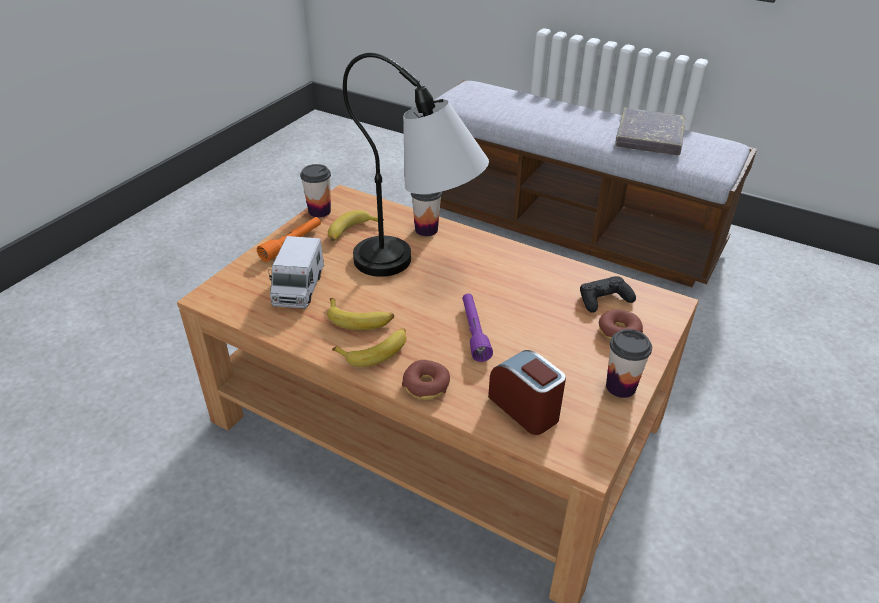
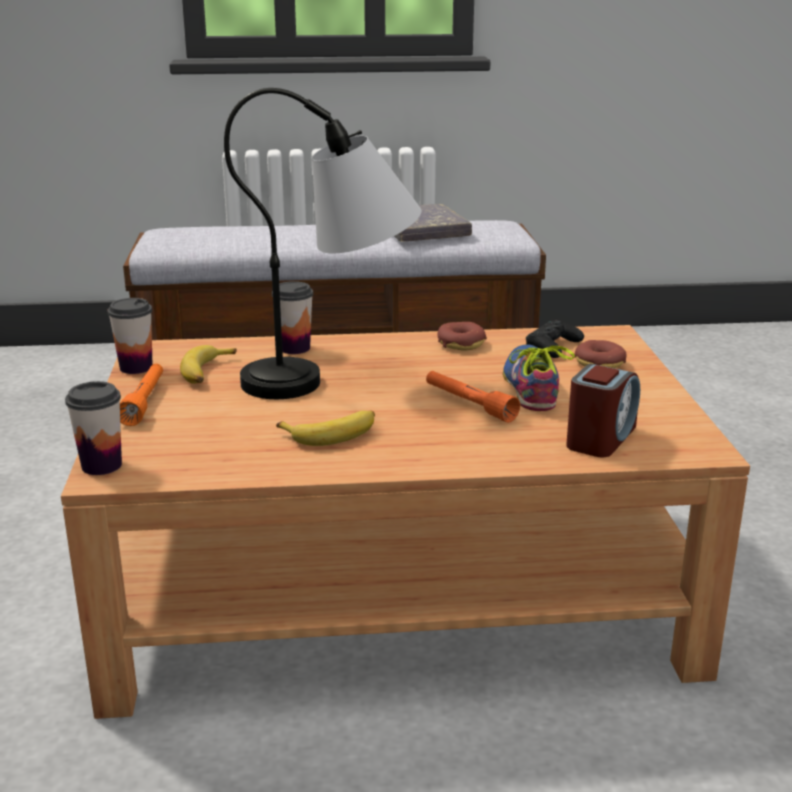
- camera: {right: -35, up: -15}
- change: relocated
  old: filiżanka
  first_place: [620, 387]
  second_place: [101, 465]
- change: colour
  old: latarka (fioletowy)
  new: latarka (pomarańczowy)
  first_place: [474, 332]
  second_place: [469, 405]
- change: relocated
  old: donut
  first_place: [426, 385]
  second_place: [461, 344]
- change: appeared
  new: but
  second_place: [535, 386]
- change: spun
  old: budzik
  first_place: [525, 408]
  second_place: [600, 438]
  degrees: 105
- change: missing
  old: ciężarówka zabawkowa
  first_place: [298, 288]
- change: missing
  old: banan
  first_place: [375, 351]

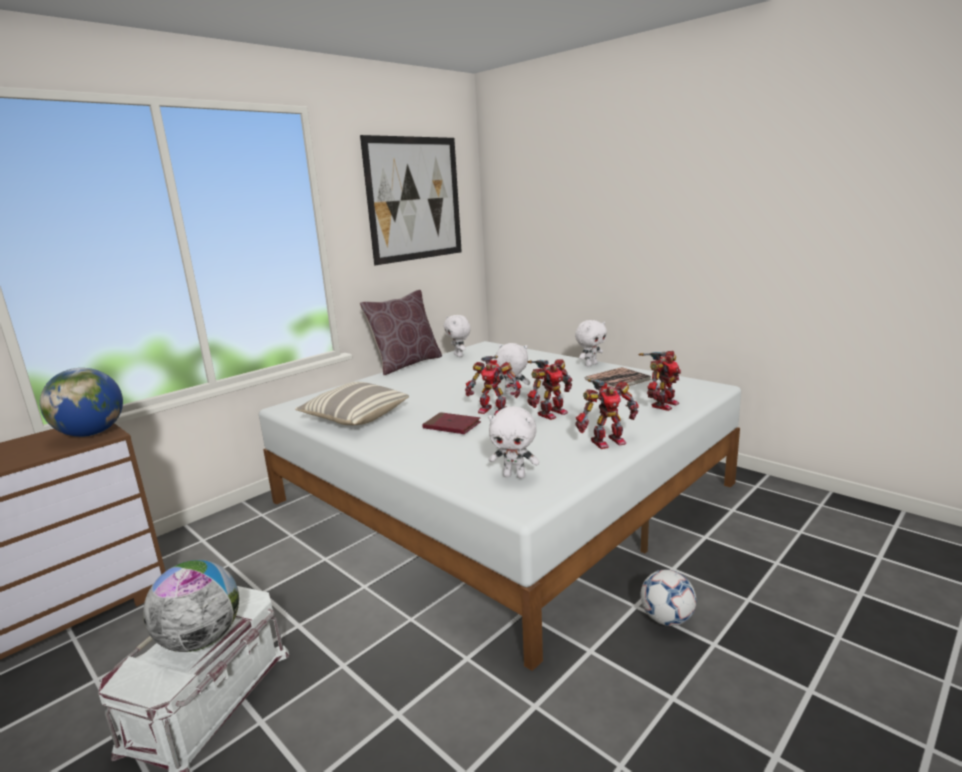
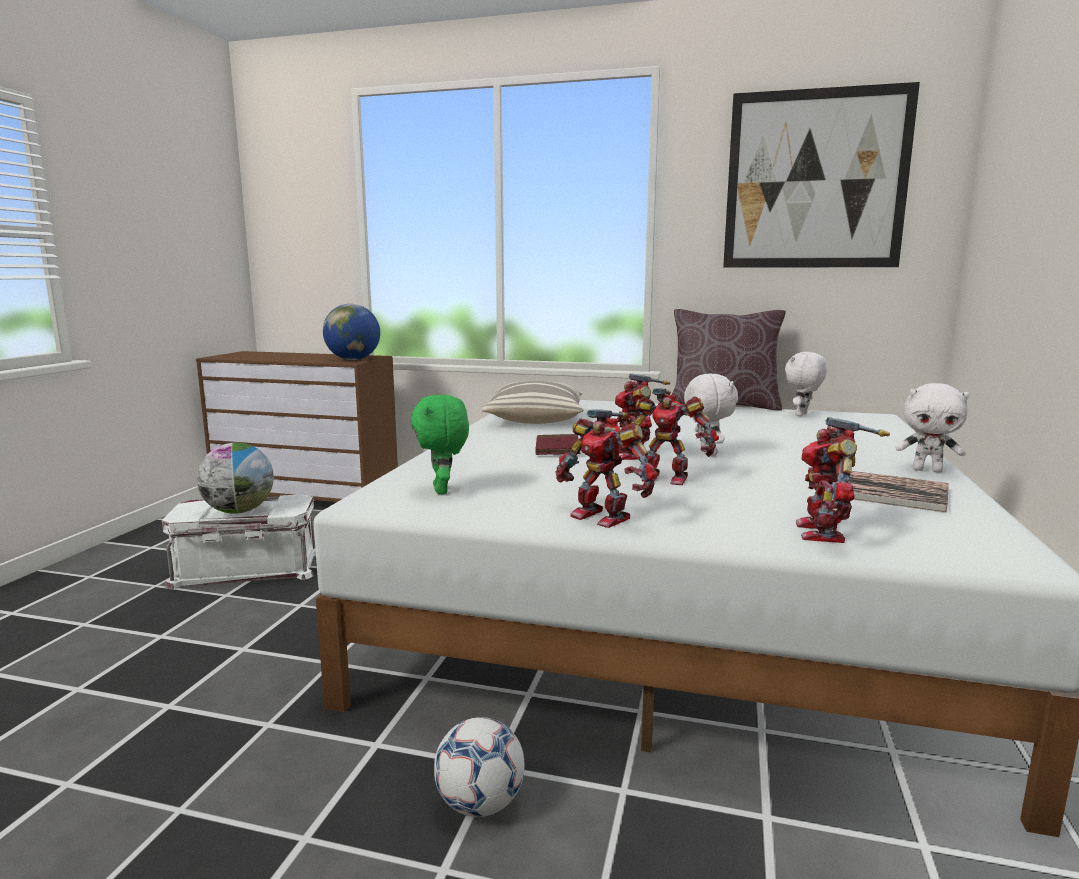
- camera: {right: 60, up: -5}
- change: colour
  old: pluszak (biały)
  new: pluszak (zielony)
  first_place: [515, 476]
  second_place: [443, 490]
- change: spun
  old: robot zabawkowy
  first_place: [662, 404]
  second_place: [824, 532]
  degrees: 90

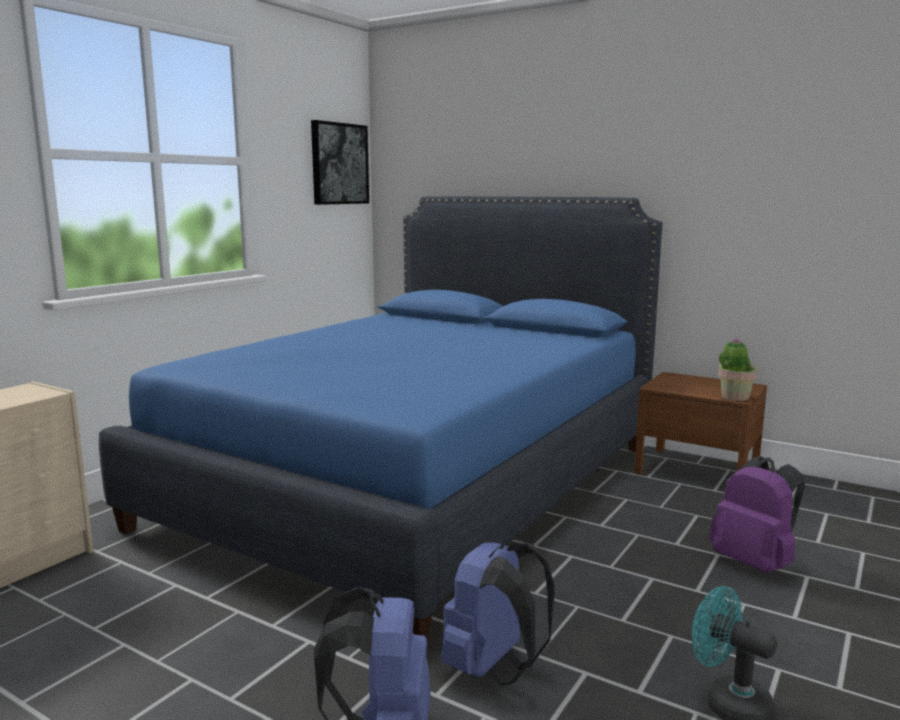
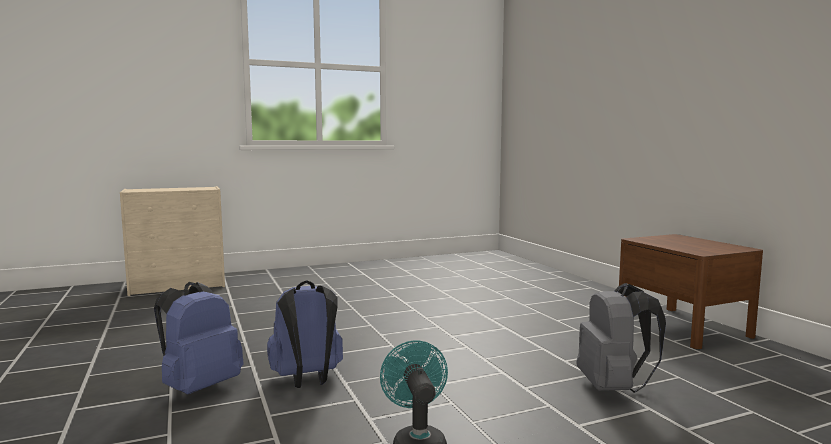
- camera: {right: 35, up: -5}
- change: colour
  old: plecak (fioletowy)
  new: plecak (szary)
  first_place: [755, 563]
  second_place: [613, 388]
- change: missing
  old: łóżko (niebieski)
  first_place: [417, 484]
- change: missing
  old: obraz
  first_place: [339, 164]
- change: missing
  old: roślina doniczkowa
  first_place: [734, 397]

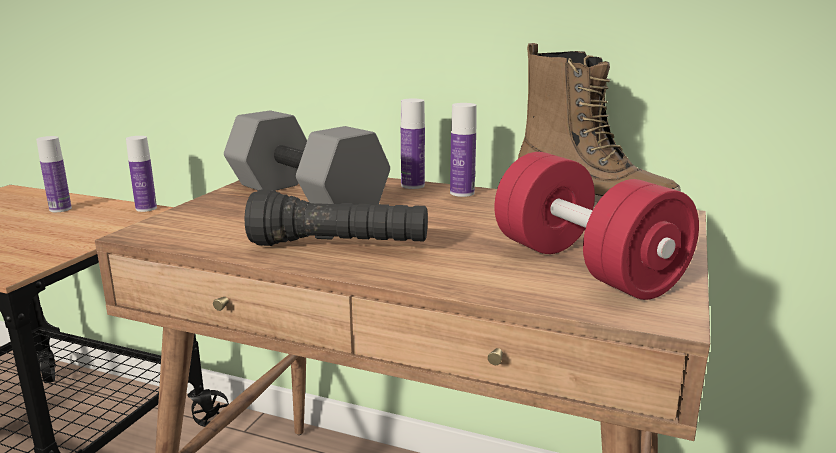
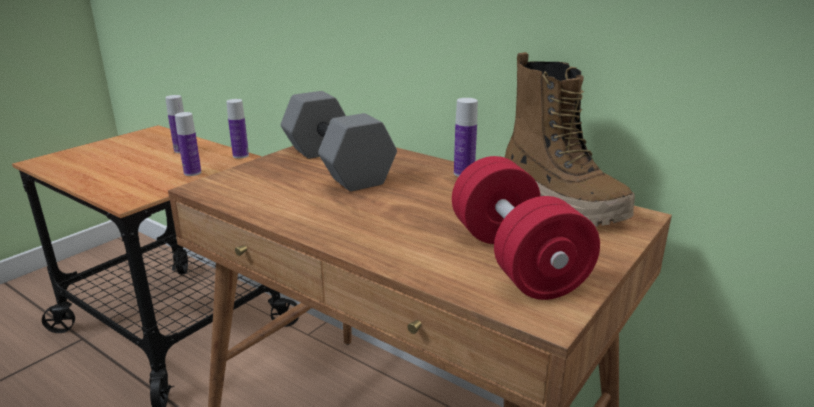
- camera: {right: 15, up: 5}
- change: relocated
  old: butelka
  first_place: [412, 185]
  second_place: [192, 173]
- change: missing
  old: latarka (czarny)
  first_place: [339, 246]

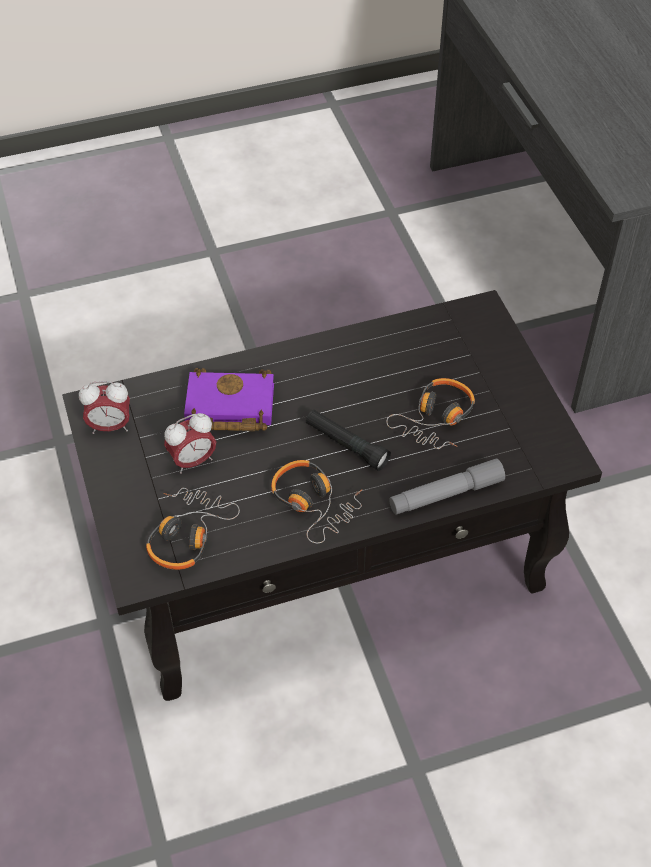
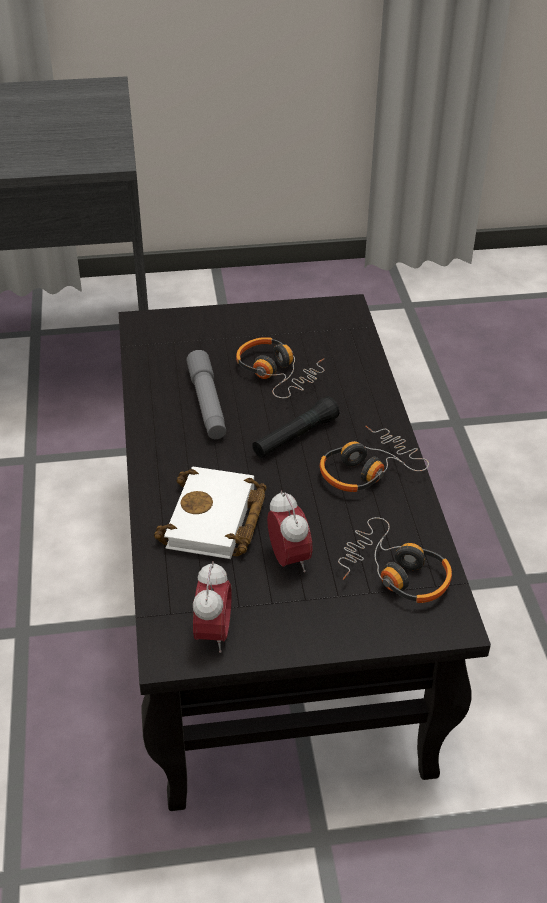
- camera: {right: -80, up: -10}
- change: colour
  old: książka (fioletowy)
  new: książka (biały)
  first_place: [227, 408]
  second_place: [215, 522]
- change: relocated
  old: latarka (szary)
  first_place: [446, 494]
  second_place: [207, 403]

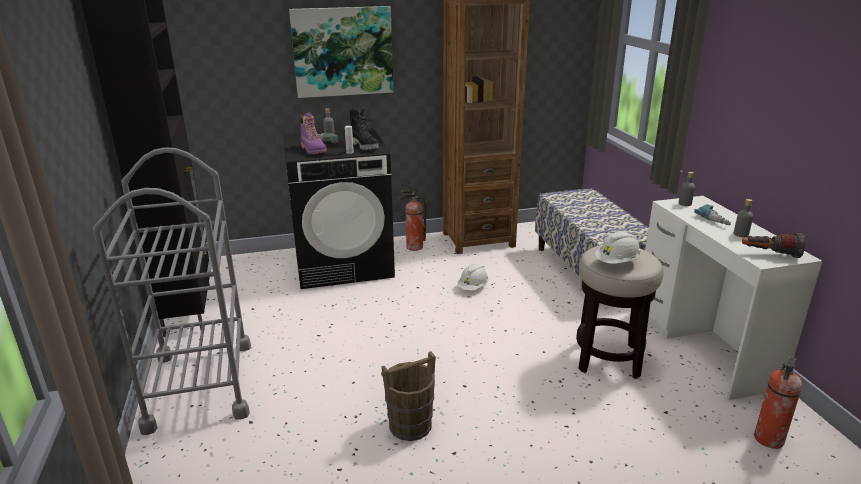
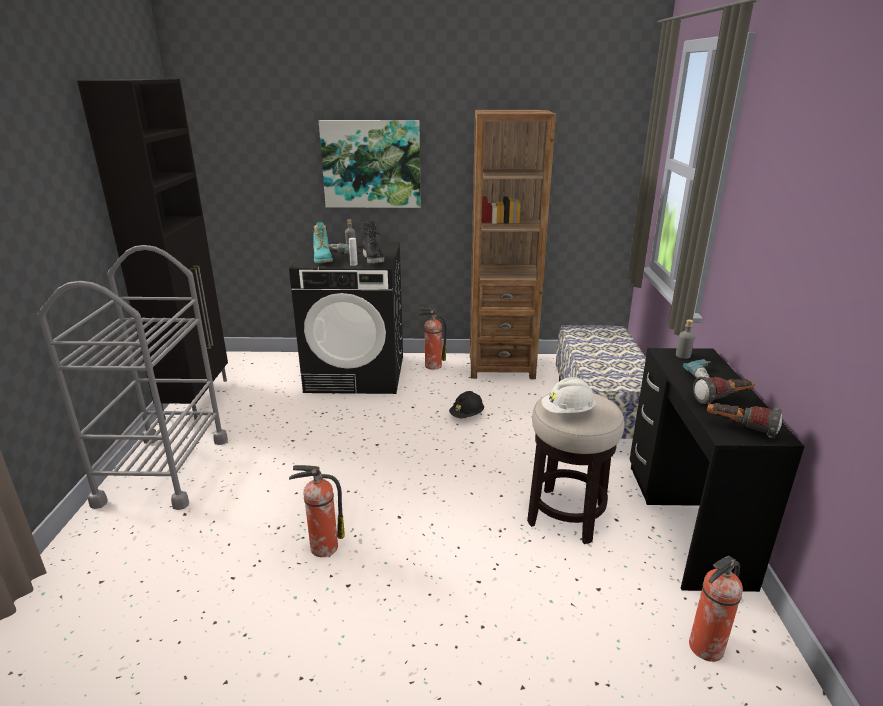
- camera: {right: 15, up: 0}
- change: exchanged
  old: wiadro (brązowy)
  new: gaśnica
  first_place: [410, 425]
  second_place: [322, 547]
- change: colour
  old: but z cholewką (fioletowy)
  new: but z cholewką (turkusowy)
  first_place: [313, 150]
  second_place: [323, 259]
- change: colour
  old: kask (biały)
  new: kask (czarny)
  first_place: [473, 287]
  second_place: [467, 415]
- change: colour
  old: biurko (biały)
  new: biurko (czarny)
  first_place: [703, 346]
  second_place: [686, 521]
- change: exchanged
  old: butelka (szary)
  new: latarka
  first_place: [741, 234]
  second_place: [723, 399]

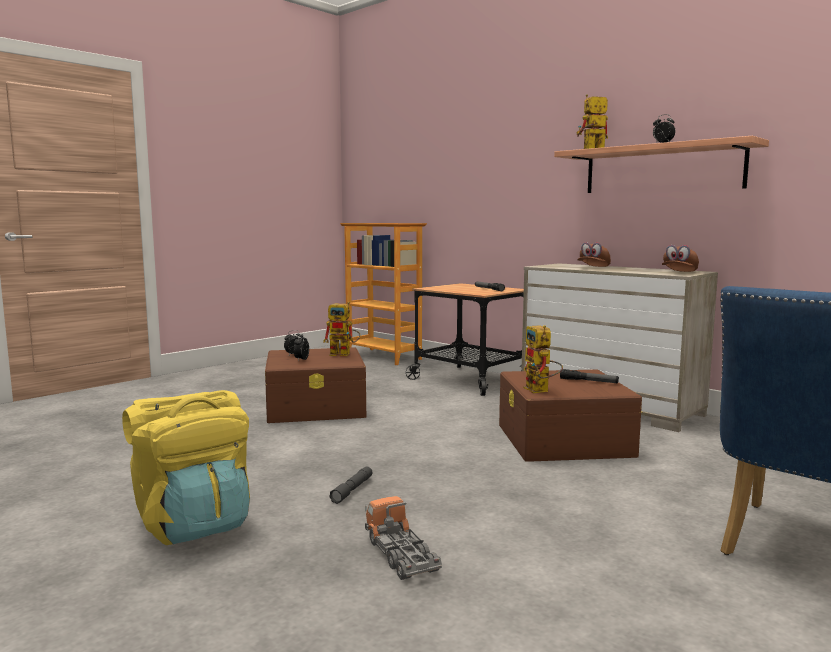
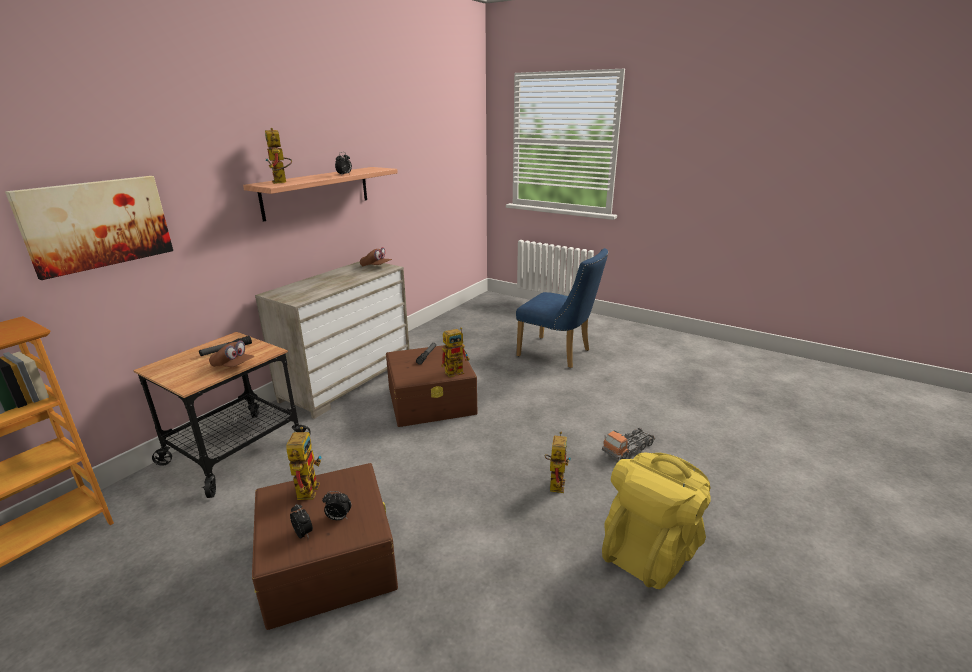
- camera: {right: -100, up: 15}
- change: appeared
  new: obraz
  second_place: [97, 224]
- change: relocated
  old: czapka z daszkiem (brązowy)
  first_place: [593, 267]
  second_place: [233, 366]
- change: exchanged
  old: latarka (szary)
  new: robot zabawkowy
  first_place: [352, 490]
  second_place: [555, 482]

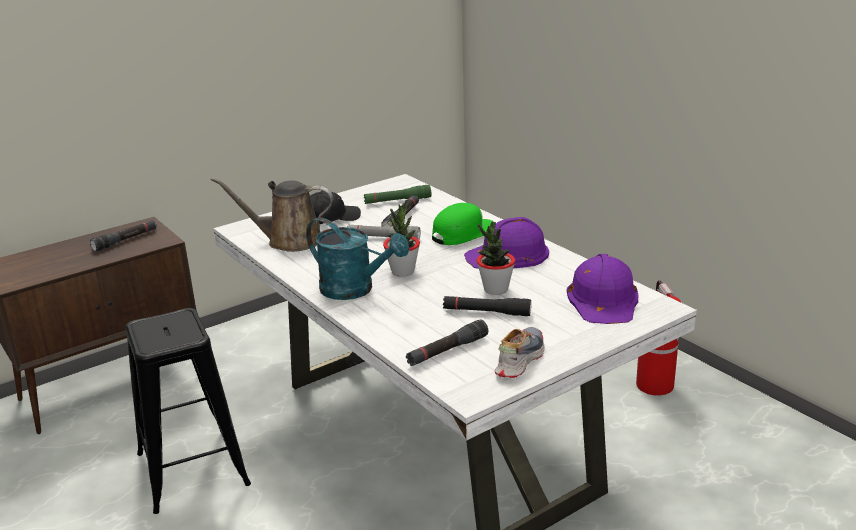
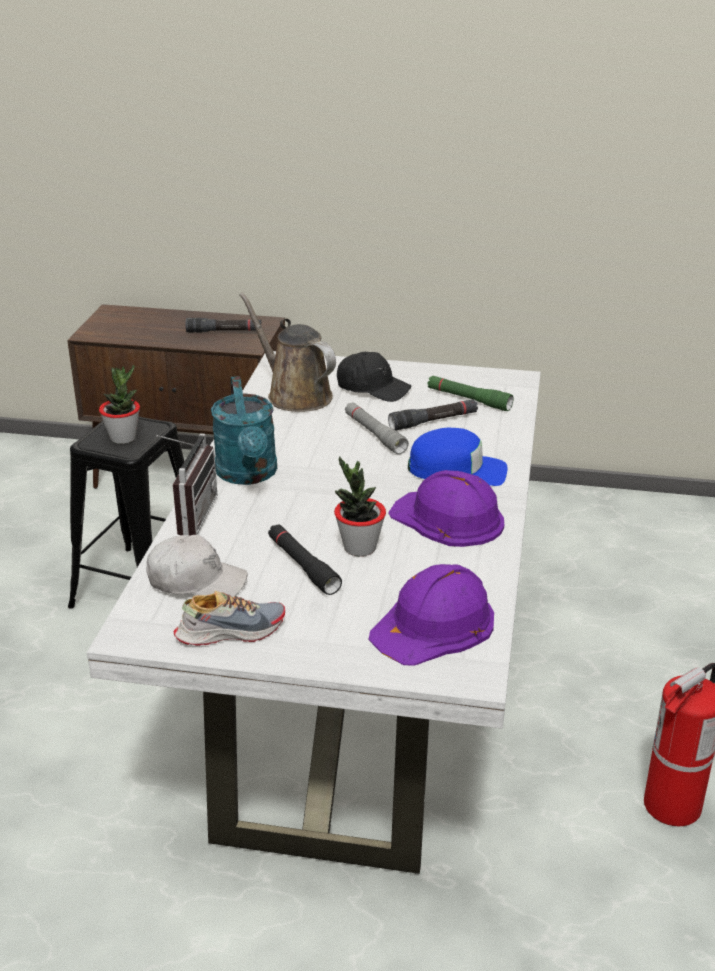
- camera: {right: 45, up: 5}
- change: relocated
  old: roślina doniczkowa
  first_place: [403, 271]
  second_place: [123, 438]
- change: exchanged
  old: latarka (czarny)
  new: czapka z daszkiem (biały)
  first_place: [447, 351]
  second_place: [196, 581]
- change: appeared
  new: radio
  second_place: [188, 515]
- change: colour
  old: czapka z daszkiem (zielony)
  new: czapka z daszkiem (niebieski)
  first_place: [464, 233]
  second_place: [457, 470]

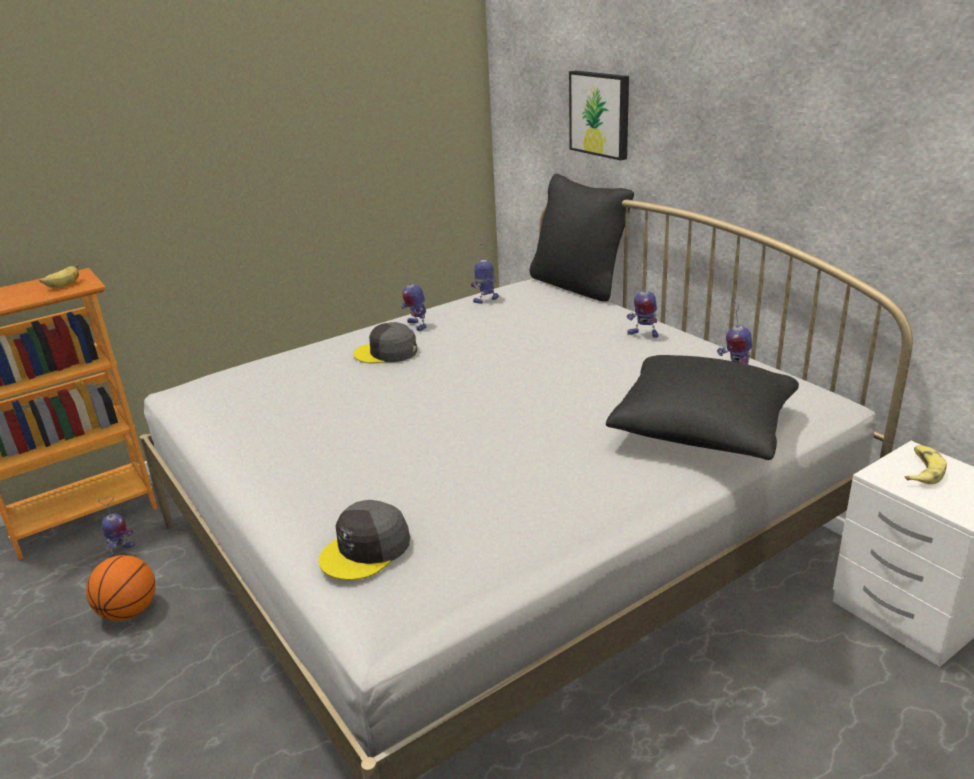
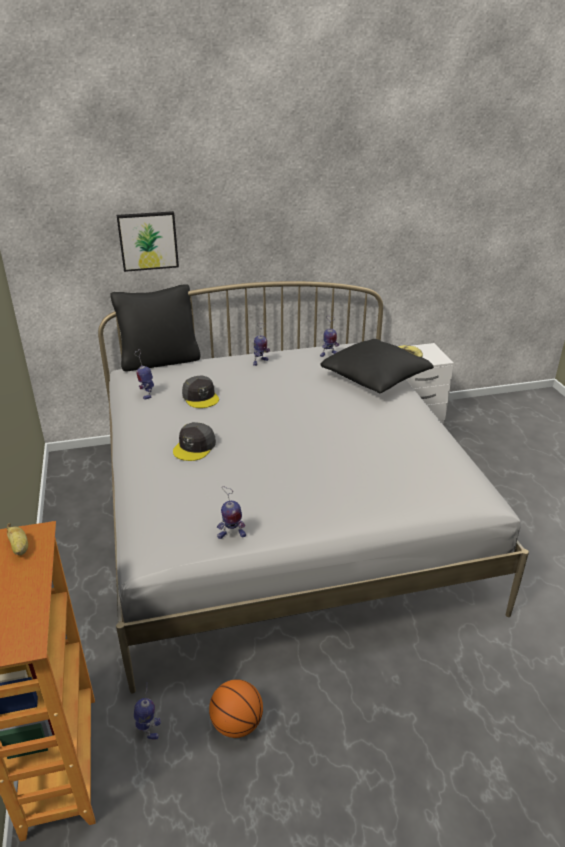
- camera: {right: -70, up: 5}
- change: relocated
  old: czapka z daszkiem (szary)
  first_place: [366, 549]
  second_place: [200, 397]
- change: relocated
  old: robot zabawkowy
  first_place: [416, 325]
  second_place: [231, 535]

